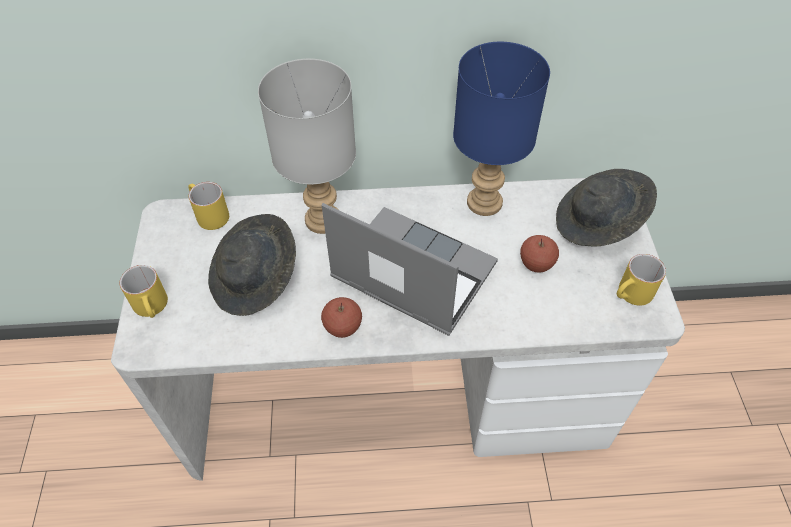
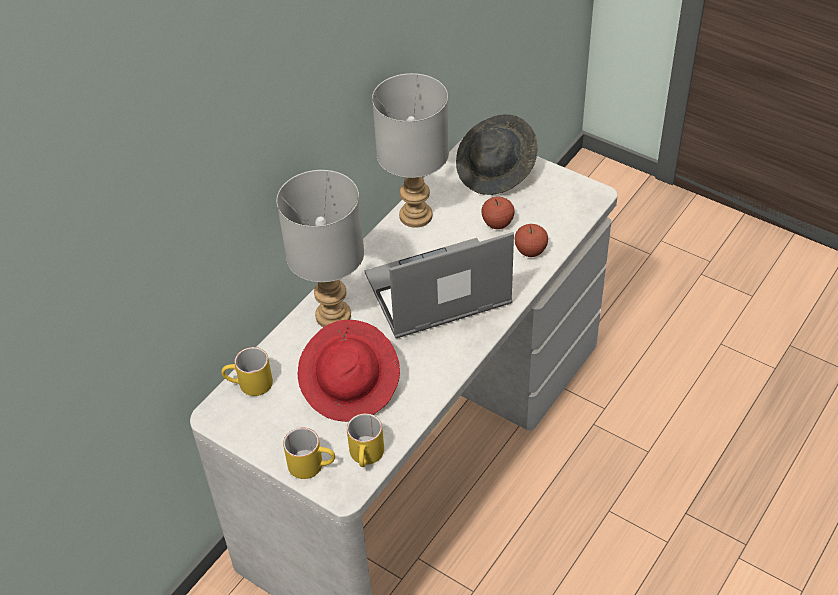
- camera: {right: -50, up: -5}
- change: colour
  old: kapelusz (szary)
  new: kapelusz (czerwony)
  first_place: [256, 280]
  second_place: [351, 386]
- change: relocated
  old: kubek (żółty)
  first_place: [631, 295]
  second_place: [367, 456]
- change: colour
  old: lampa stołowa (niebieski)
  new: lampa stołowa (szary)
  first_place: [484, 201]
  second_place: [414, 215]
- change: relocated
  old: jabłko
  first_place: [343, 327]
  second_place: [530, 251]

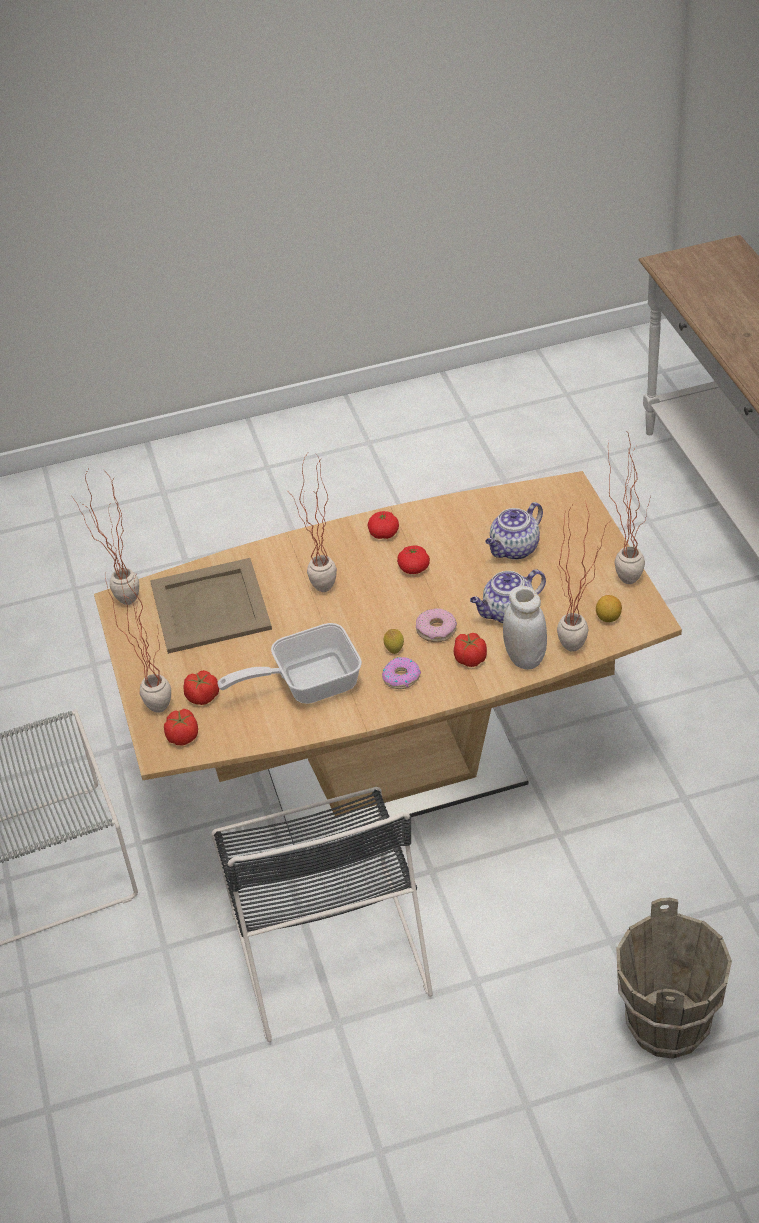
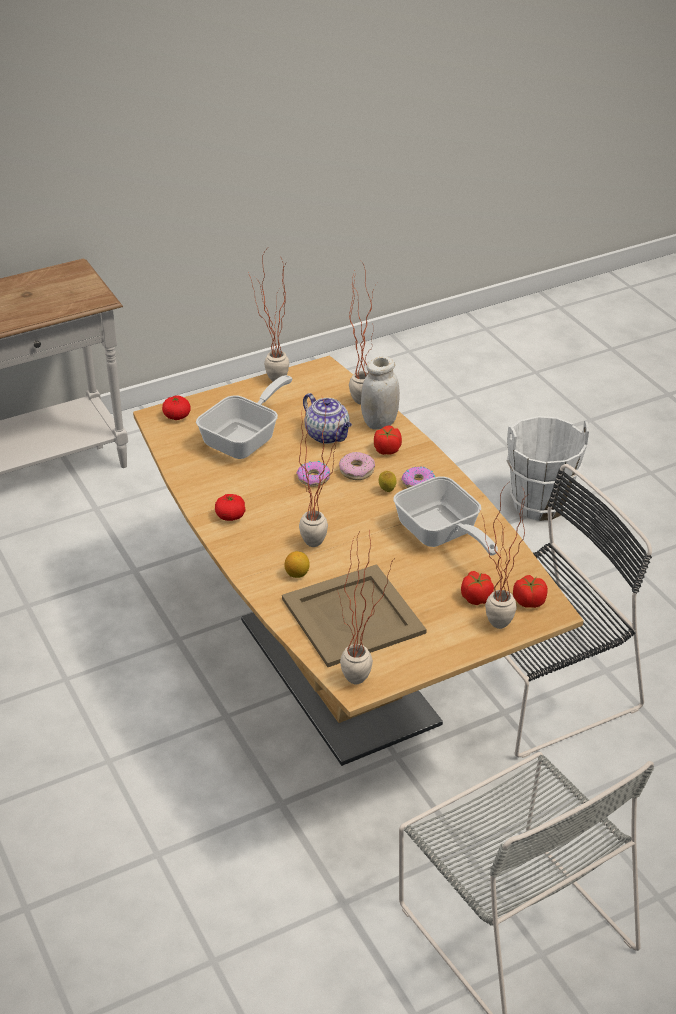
- camera: {right: -105, up: -5}
- change: relocated
  old: pomidor
  first_place: [414, 568]
  second_place: [177, 416]
- change: exchanged
  old: imbryk
  new: patelnia
  first_place: [514, 549]
  second_place: [246, 439]
- change: relocated
  old: cytryna
  first_place: [608, 618]
  second_place: [297, 574]
- change: appeared
  new: donut
  second_place: [314, 478]
- change: colour
  old: wiadro (brązowy)
  new: wiadro (biały)
  first_place: [668, 1025]
  second_place: [539, 503]

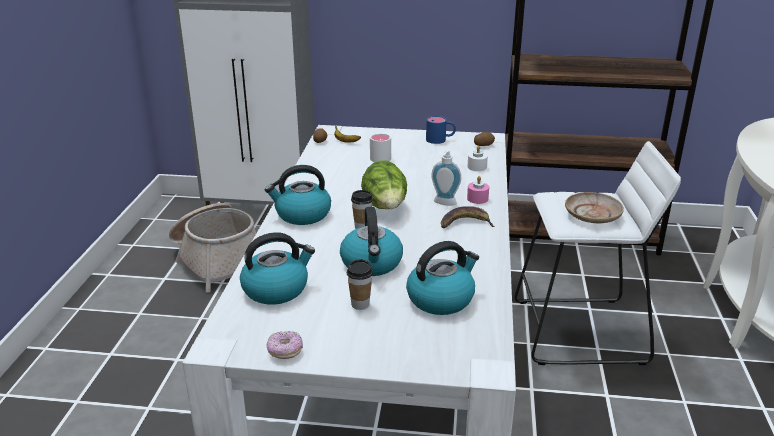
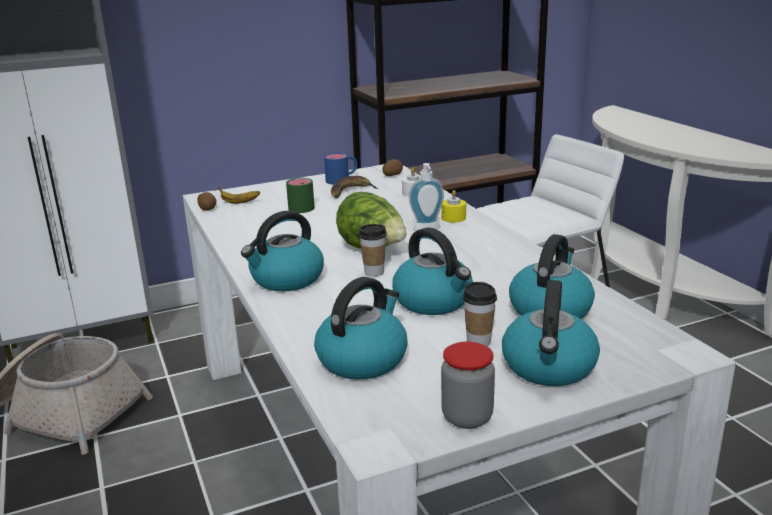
- camera: {right: -30, up: -5}
- change: colour
  old: kubek (biały)
  new: kubek (zielony)
  first_place: [381, 156]
  second_place: [300, 206]
- change: relocated
  old: banan
  first_place: [465, 223]
  second_place: [351, 191]
- change: colour
  old: świeca (różowy)
  new: świeca (żółty)
  first_place: [477, 199]
  second_place: [453, 218]
- change: exchanged
  old: donut
  new: słoik
  first_place: [285, 352]
  second_place: [467, 417]
- change: appeared
  new: czajnik
  second_place: [549, 367]
- change: missing
  old: talerz (beżowy)
  first_place: [593, 215]

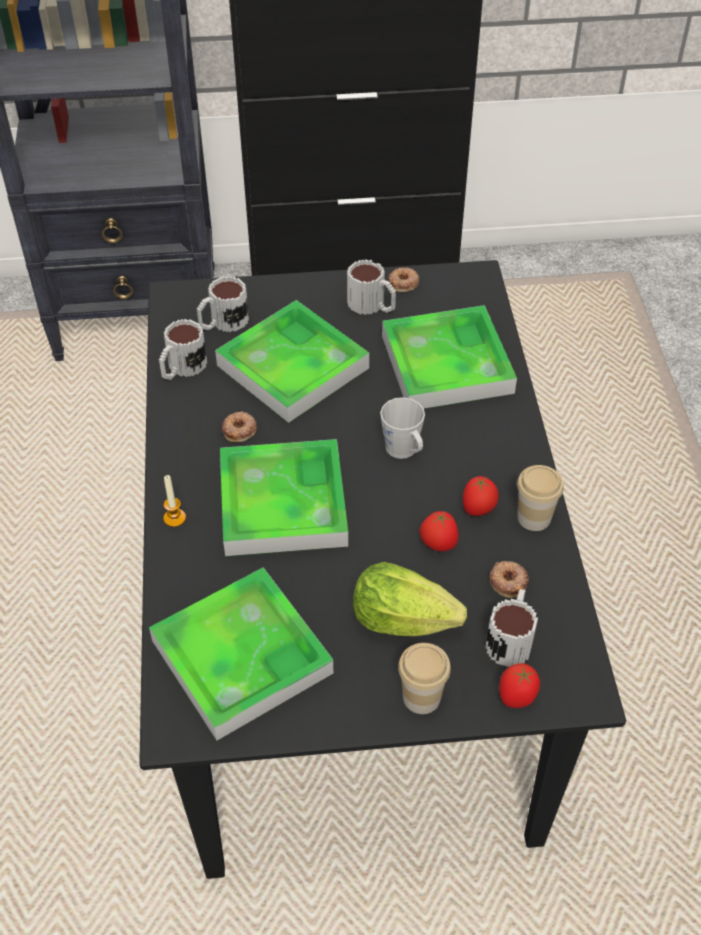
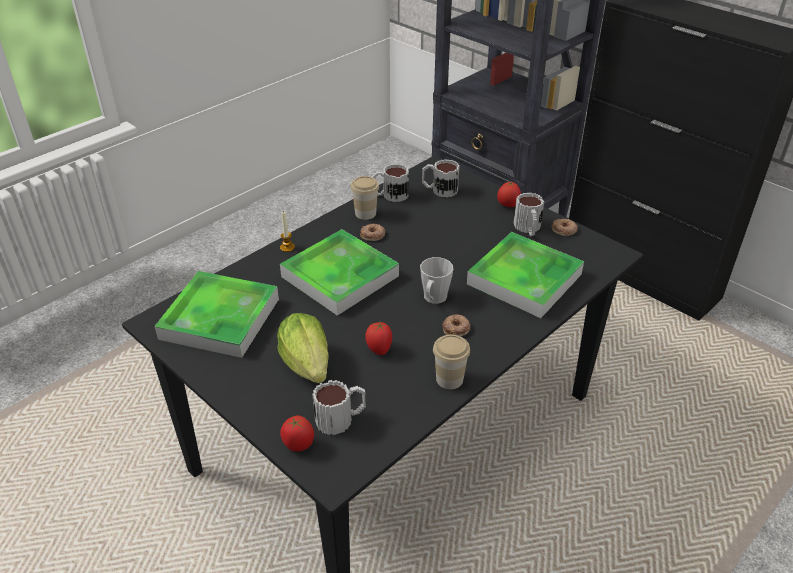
- camera: {right: 50, up: -10}
- change: relocated
  old: filiżanka
  first_place: [421, 697]
  second_place: [365, 213]
- change: relocated
  old: donut
  first_place: [508, 581]
  second_place: [456, 328]
- change: relocated
  old: pomidor
  first_place: [478, 510]
  second_place: [508, 205]
- change: missing
  old: taca
  first_place: [293, 367]

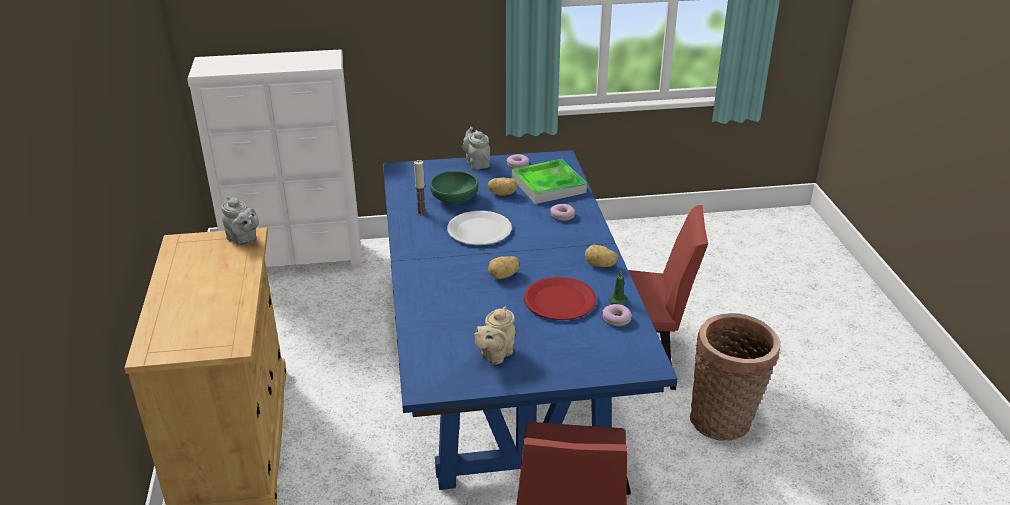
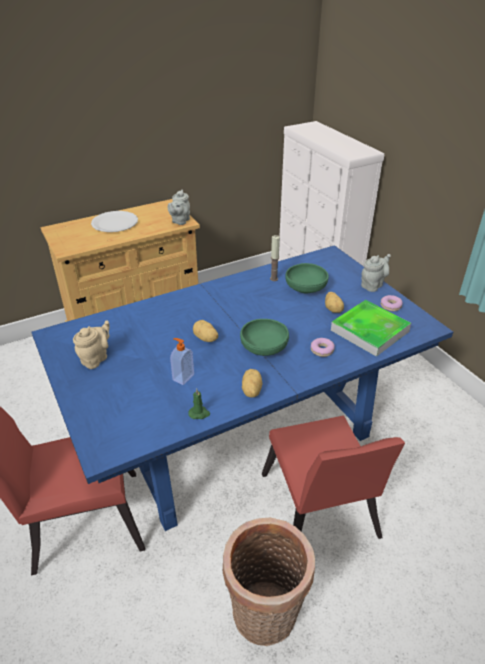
- camera: {right: 70, up: 5}
- change: spun
  old: imbryk (beżowy)
  first_place: [495, 355]
  second_place: [96, 358]
  degrees: 105
- change: relocated
  old: talerz (biały)
  first_place: [479, 230]
  second_place: [115, 223]
- change: exchanged
  old: talerz (czerwony)
  new: dozownik mydła
  first_place: [560, 300]
  second_place: [182, 377]
- change: appeared
  new: miska (zielony)
  second_place: [264, 348]
- change: missing
  old: donut
  first_place: [616, 319]

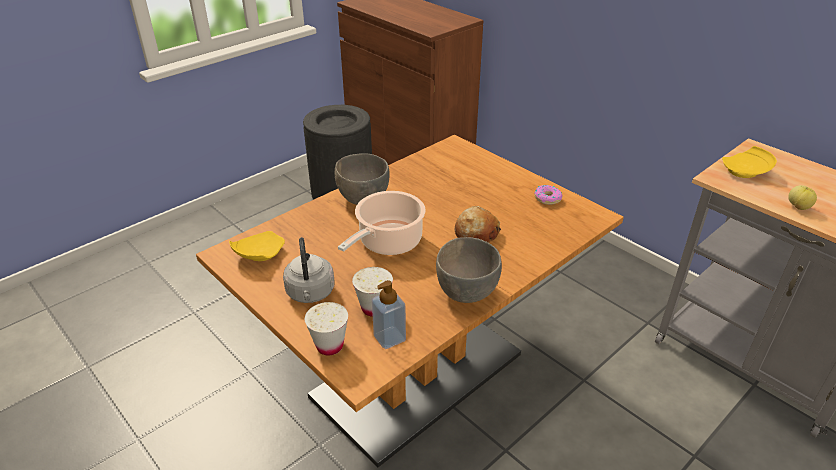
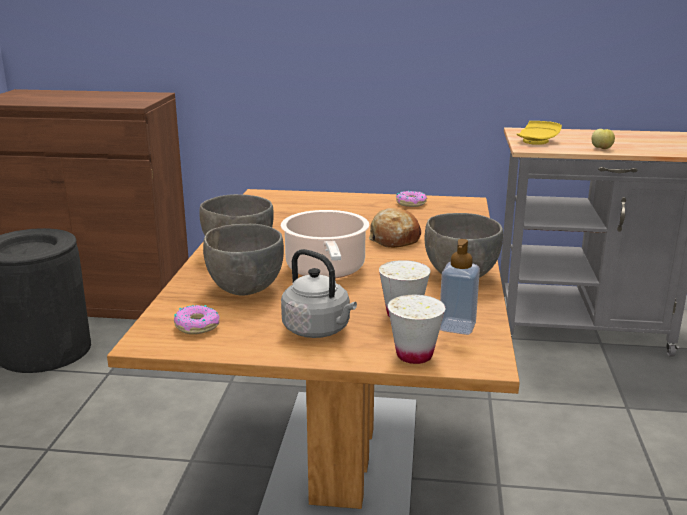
- camera: {right: -40, up: -15}
- change: exchanged
  old: talerz (żółty)
  new: donut
  first_place: [258, 254]
  second_place: [197, 326]
- change: appeared
  new: miska (szary)
  second_place: [245, 288]

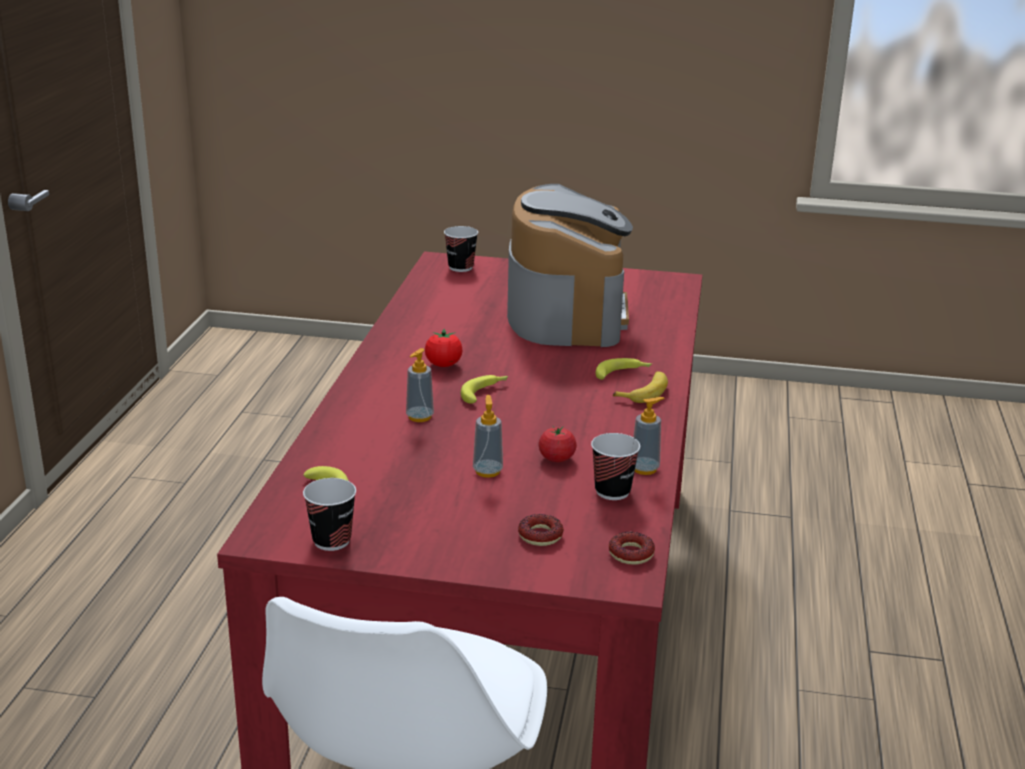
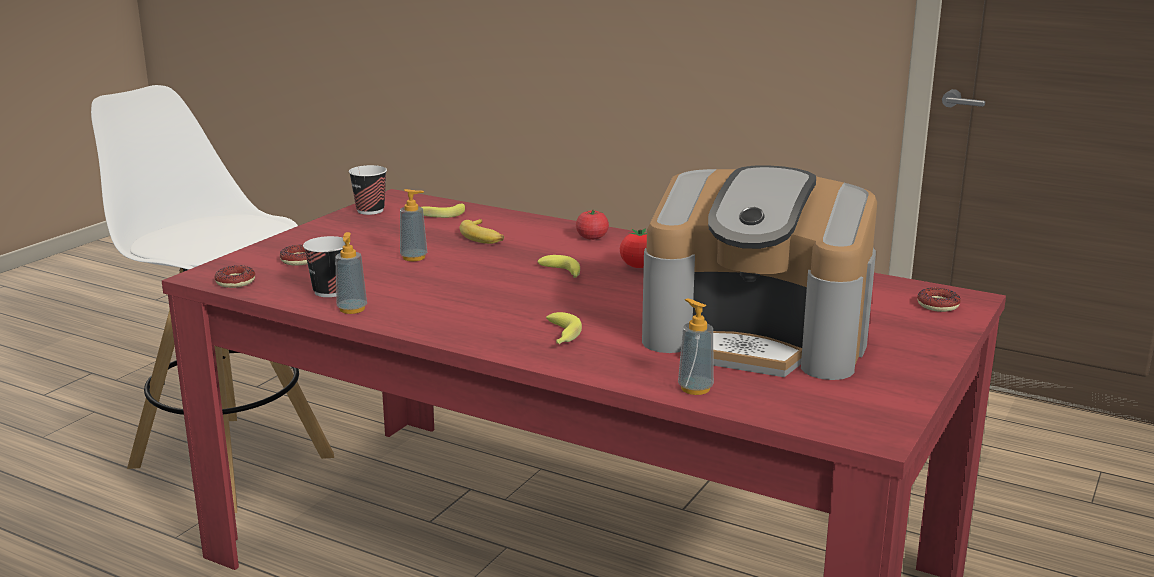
- camera: {right: 110, up: -5}
- change: relocated
  old: banan
  first_place: [644, 392]
  second_place: [483, 237]
- change: relocated
  old: pomidor
  first_place: [556, 458]
  second_place: [592, 238]
- change: relocated
  old: dozownik mydła
  first_place: [419, 417]
  second_place: [695, 388]
- change: exchanged
  old: filiżanka
  new: donut
  first_place: [460, 267]
  second_place: [938, 305]

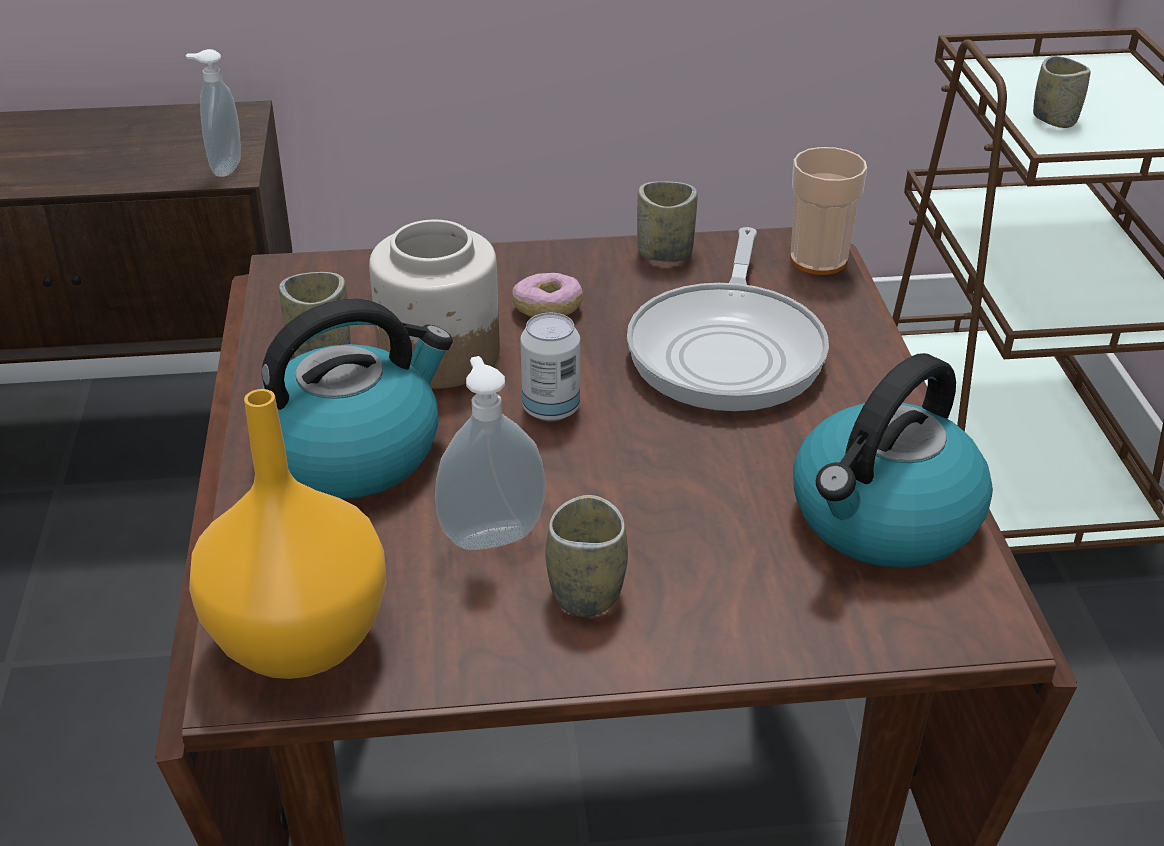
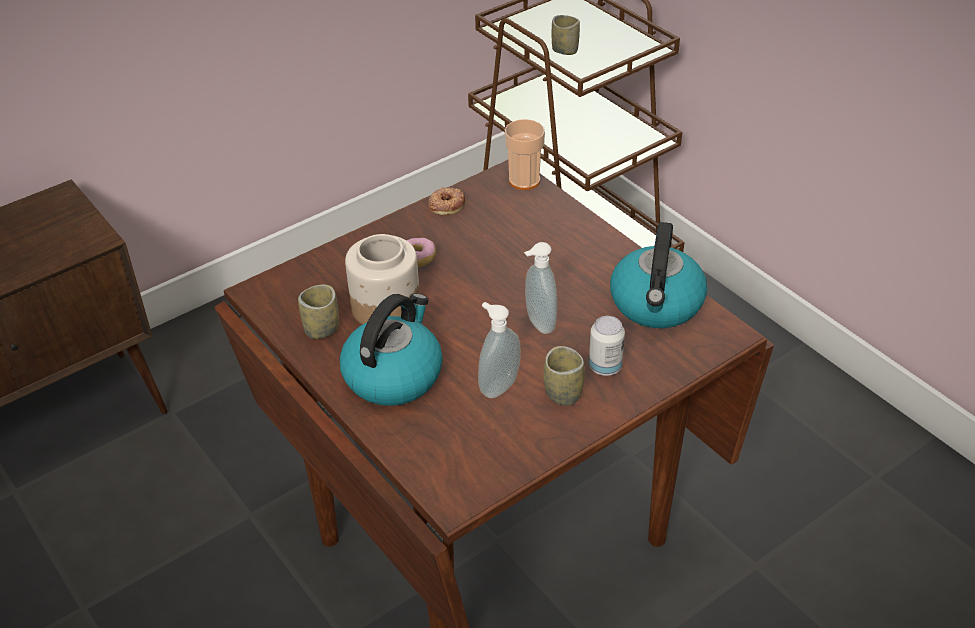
- camera: {right: -30, up: 5}
- change: exchanged
  old: filiżanka
  new: donut
  first_place: [664, 253]
  second_place: [446, 204]
- change: relocated
  old: dozownik mydła
  first_place: [223, 167]
  second_place: [538, 324]
- change: relocated
  old: puszka
  first_place: [551, 409]
  second_place: [605, 367]
- change: missing
  old: wazon (pomarańczowy)
  first_place: [304, 641]
- change: missing
  old: patelnia
  first_place: [728, 350]

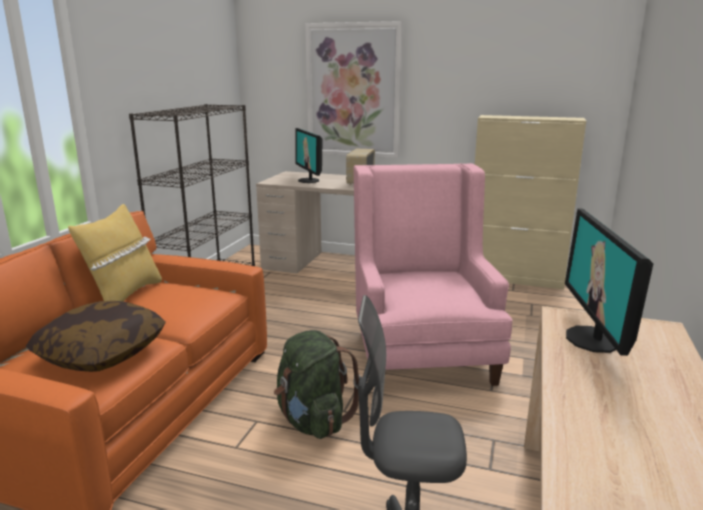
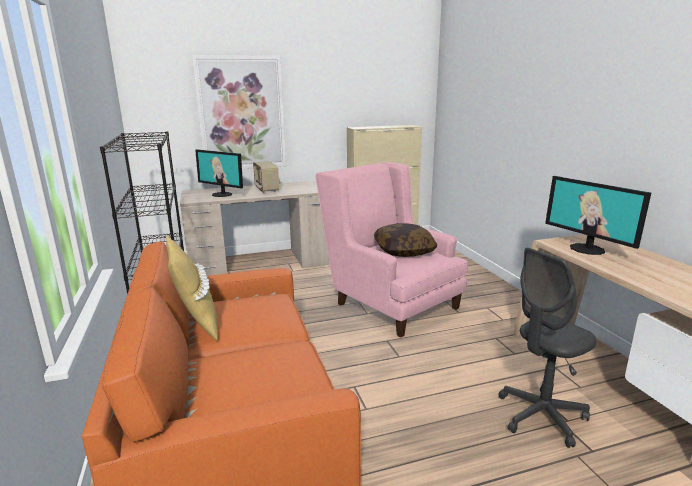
- camera: {right: -35, up: 0}
- change: relocated
  old: poduszka
  first_place: [102, 353]
  second_place: [403, 251]
- change: missing
  old: plecak (zielony)
  first_place: [313, 421]

